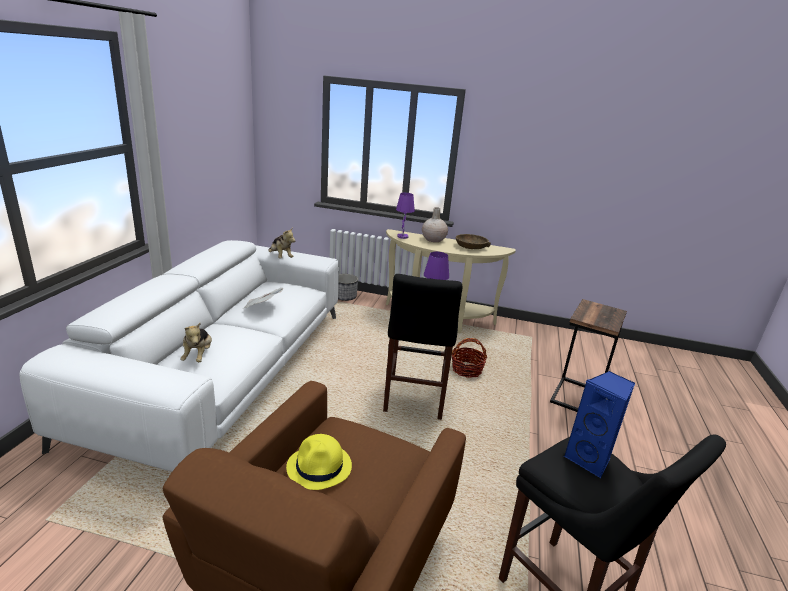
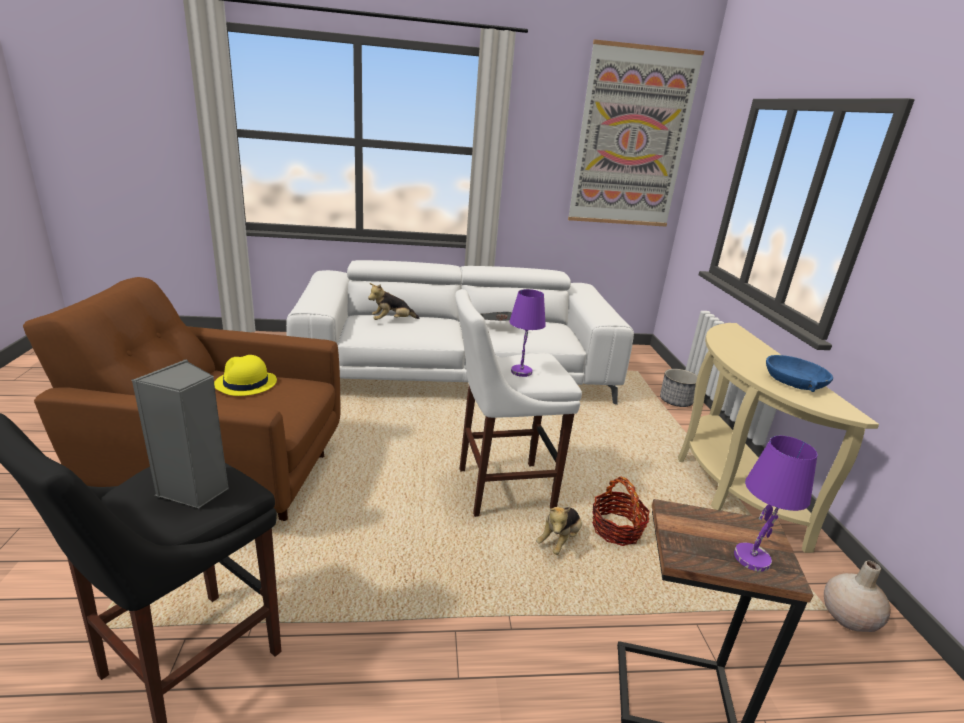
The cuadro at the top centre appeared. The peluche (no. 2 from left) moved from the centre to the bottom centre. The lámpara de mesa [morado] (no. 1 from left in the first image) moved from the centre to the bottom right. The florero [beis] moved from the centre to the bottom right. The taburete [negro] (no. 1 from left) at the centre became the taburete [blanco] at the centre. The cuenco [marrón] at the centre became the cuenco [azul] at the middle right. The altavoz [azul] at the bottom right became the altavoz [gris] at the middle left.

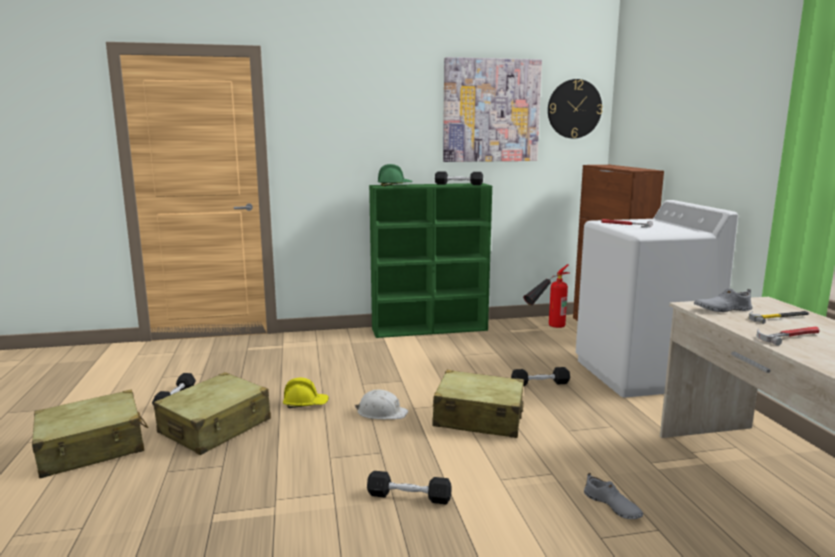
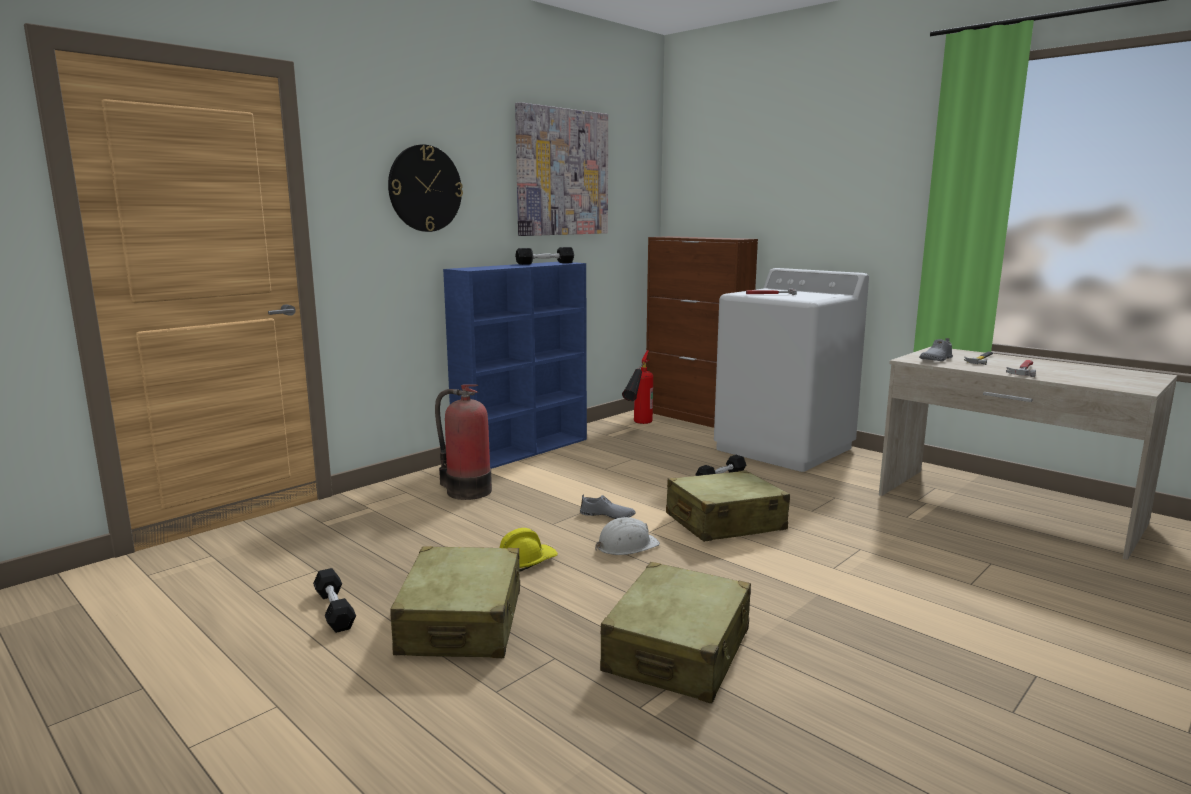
The mancuerna [negro] (no. 2 from left) at the bottom centre disappeared. The casco [verde] at the top centre disappeared. The extintor (no. 1 from left) at the centre appeared. The maleta [beis] (no. 1 from left in the first image) moved from the bottom left to the bottom centre. The reloj de pared moved from the top right to the top centre. The zapato [gris] (no. 1 from left) moved from the bottom right to the centre. The estantería [verde] at the centre became the estantería [azul] at the centre.

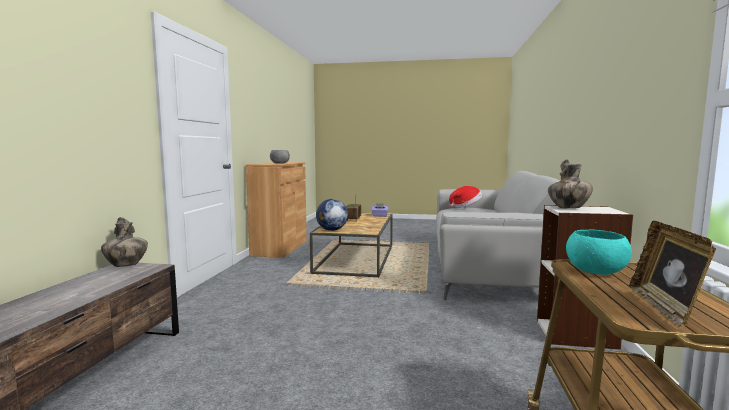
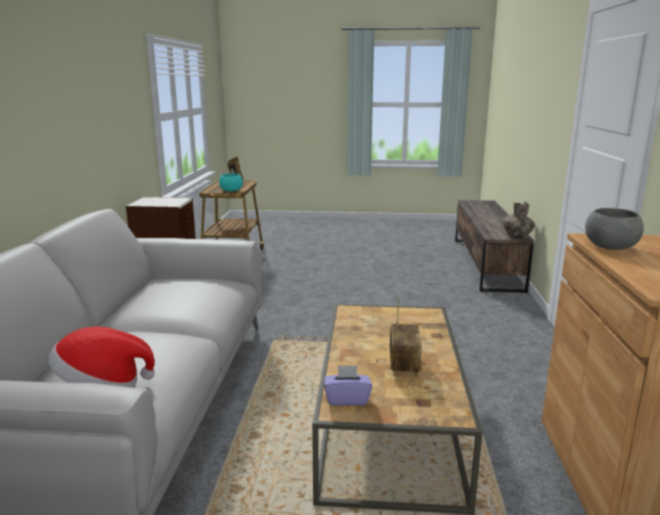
The globo terráqueo at the centre disappeared. The florero (no. 2 from left) at the middle right disappeared.

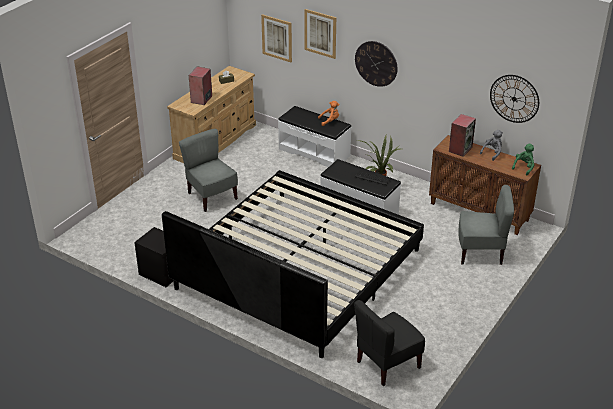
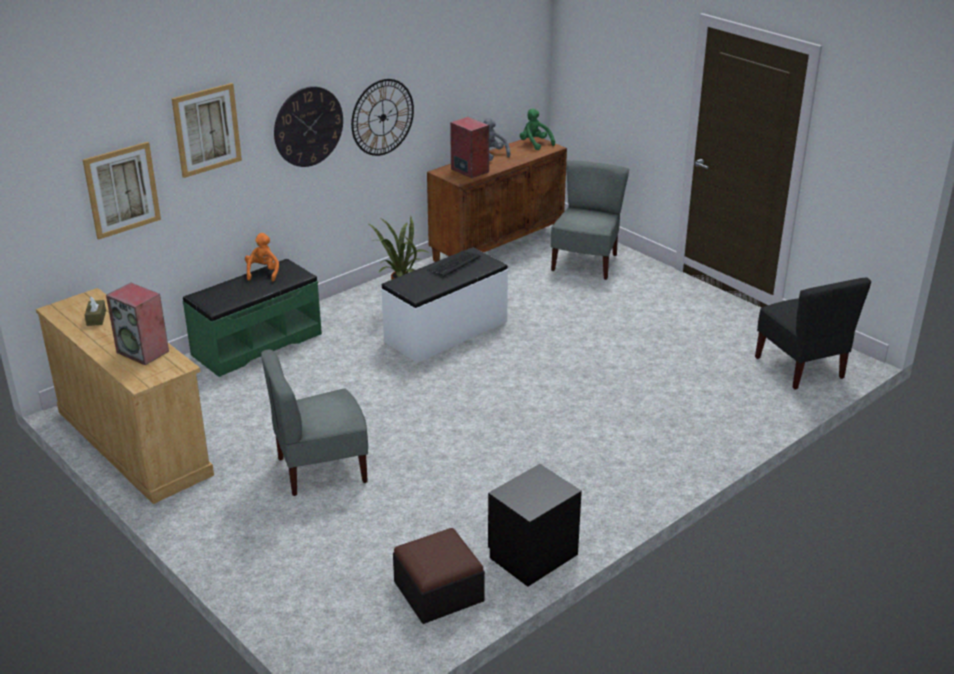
The cama at the centre disappeared. The puf at the bottom centre appeared. The reloj de pared (no. 2 from left) moved from the top right to the top centre. The banco [blanco] (no. 1 from left) at the top centre became the banco [verde] at the middle left.

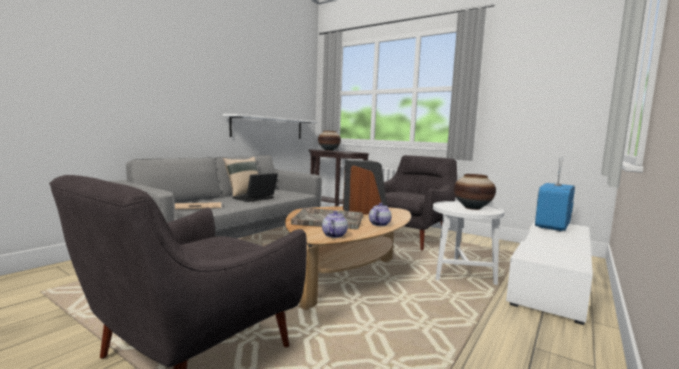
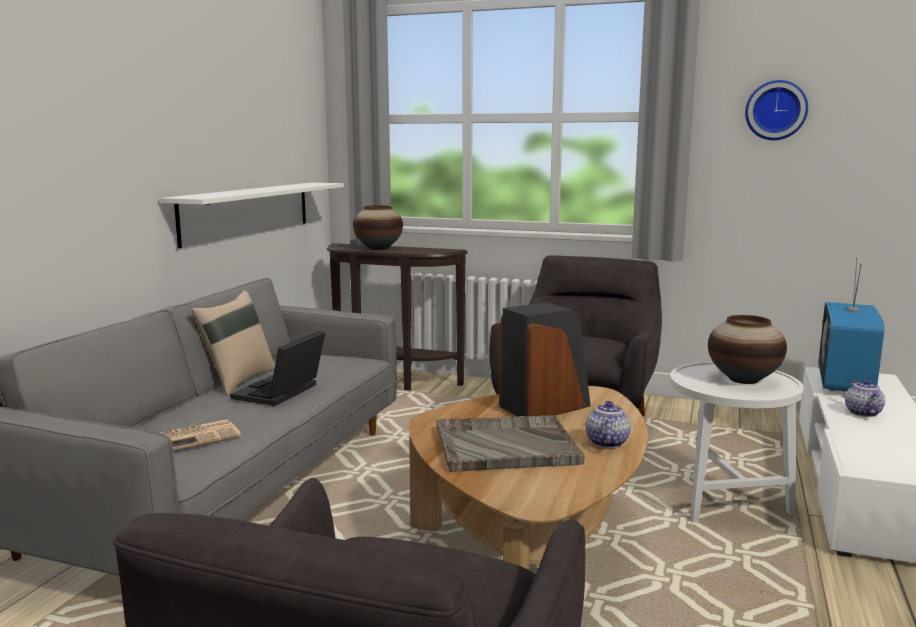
The reloj de pared at the top right appeared. The tetera (no. 1 from left in the first image) moved from the centre to the middle right.

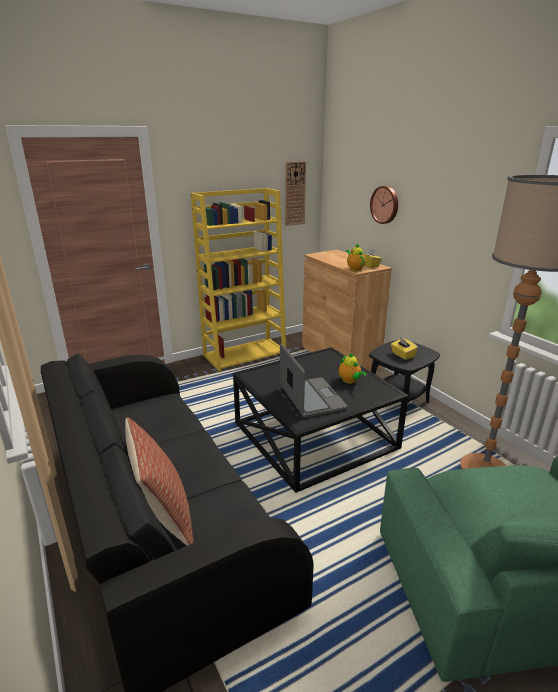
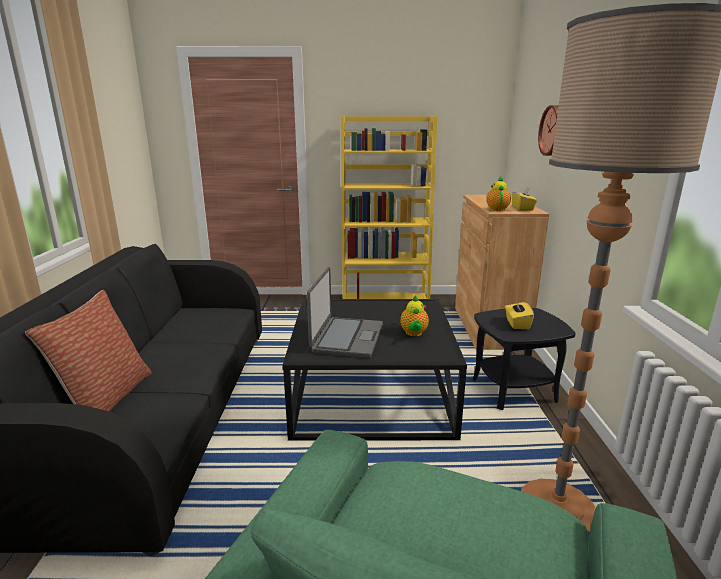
The reloj de pared (no. 1 from left) at the top centre disappeared.

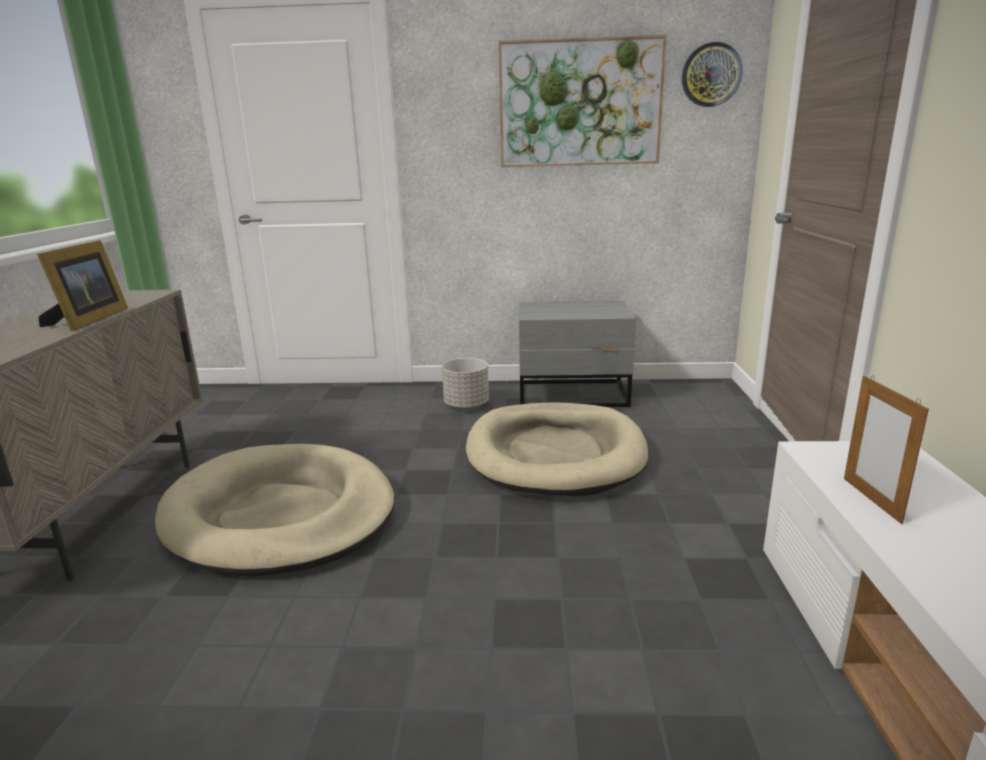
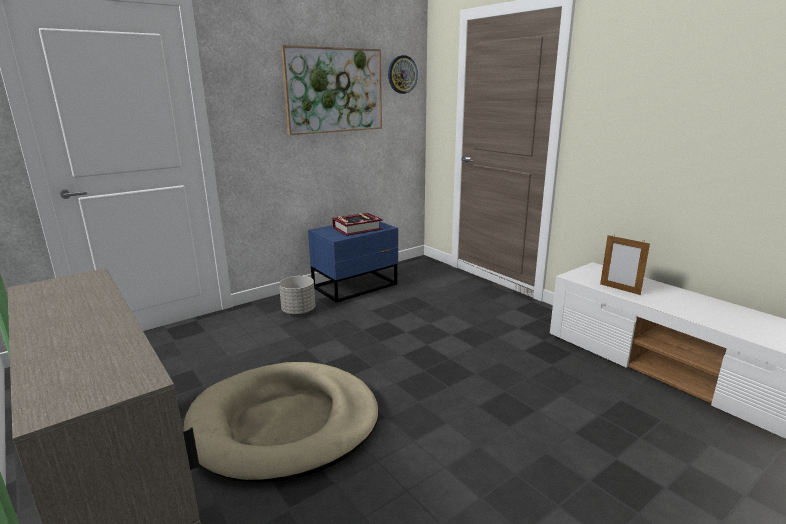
The portarretratos (no. 1 from left) at the middle left disappeared. The cama para perro [beis] (no. 2 from left) at the centre disappeared. The libro at the centre appeared. The mesita de noche [gris] at the centre became the mesita de noche [azul] at the centre.

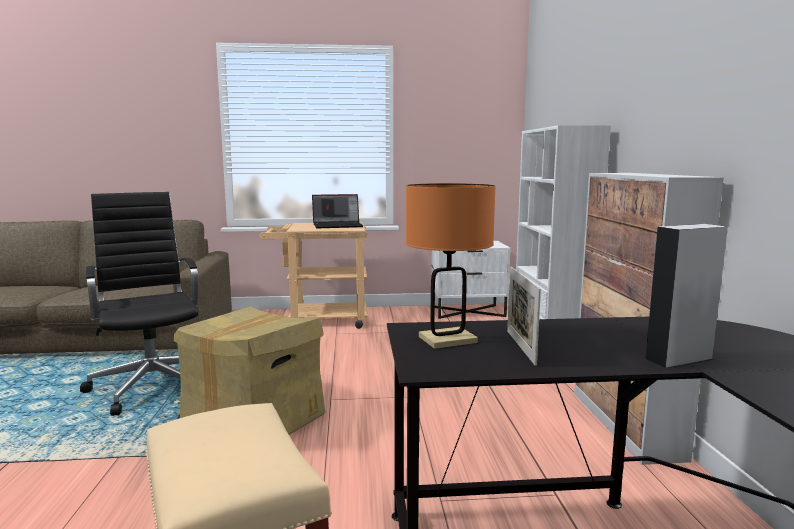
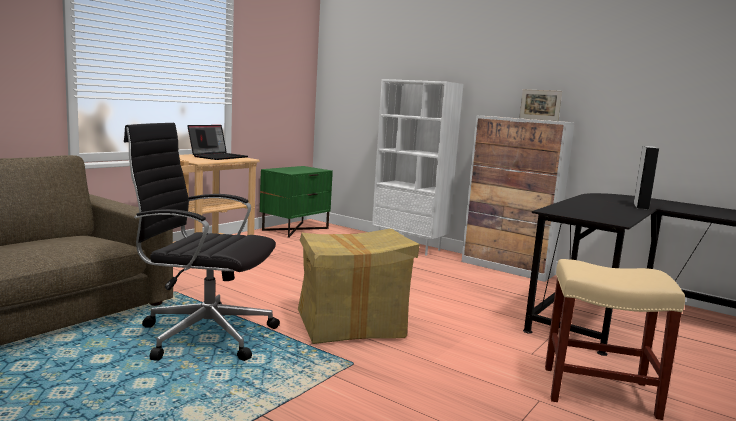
The lámpara de mesa [naranja] at the centre disappeared. The portarretratos moved from the centre to the top right. The mesita de noche [blanco] at the centre became the mesita de noche [verde] at the centre.

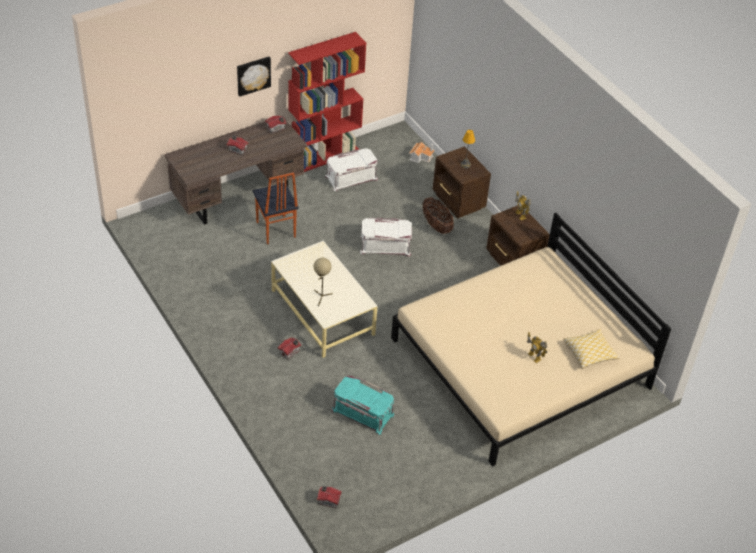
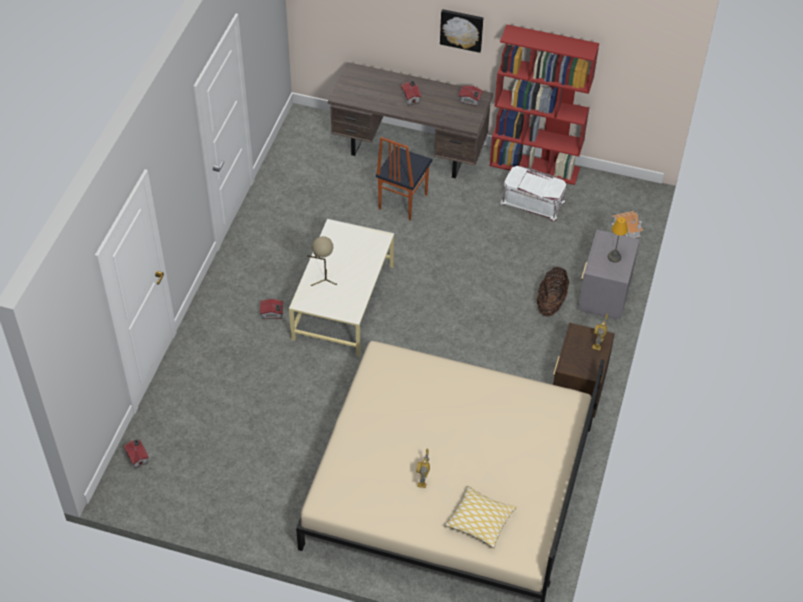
The caja de almacenaje [turquesa] at the bottom centre disappeared. The caja de almacenaje [blanco] (no. 2 from left) at the centre disappeared. The mesita de noche [marrón] (no. 1 from left) at the top centre became the mesita de noche [gris] at the middle right.

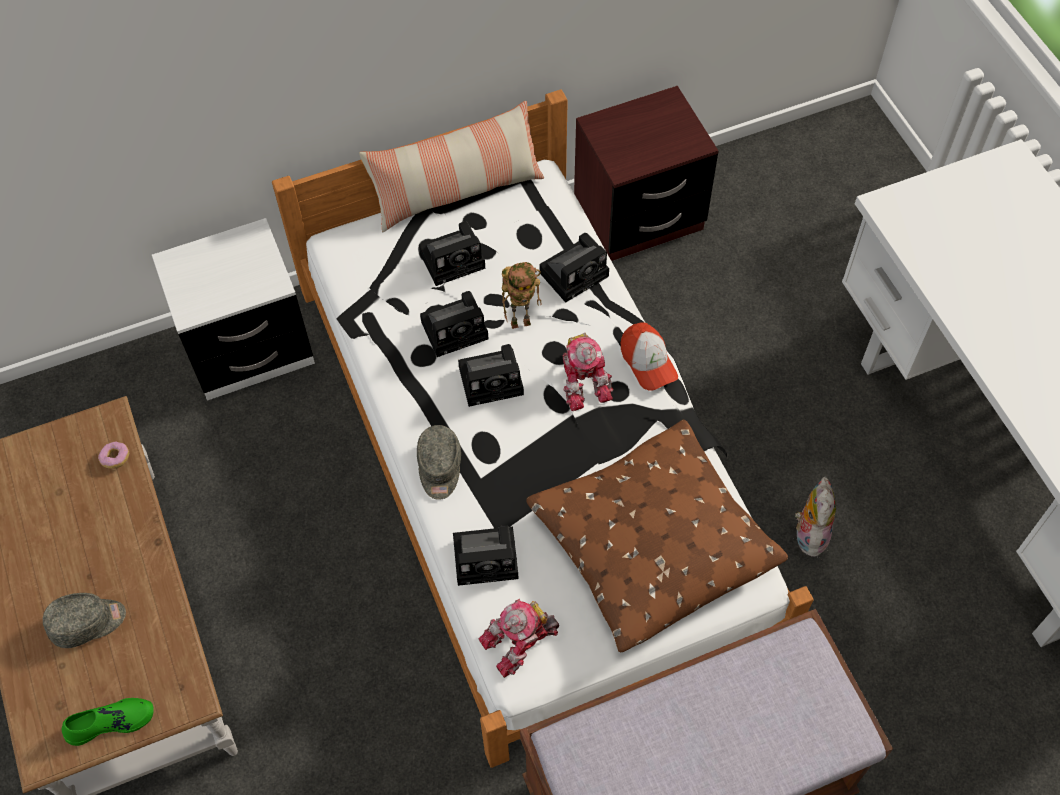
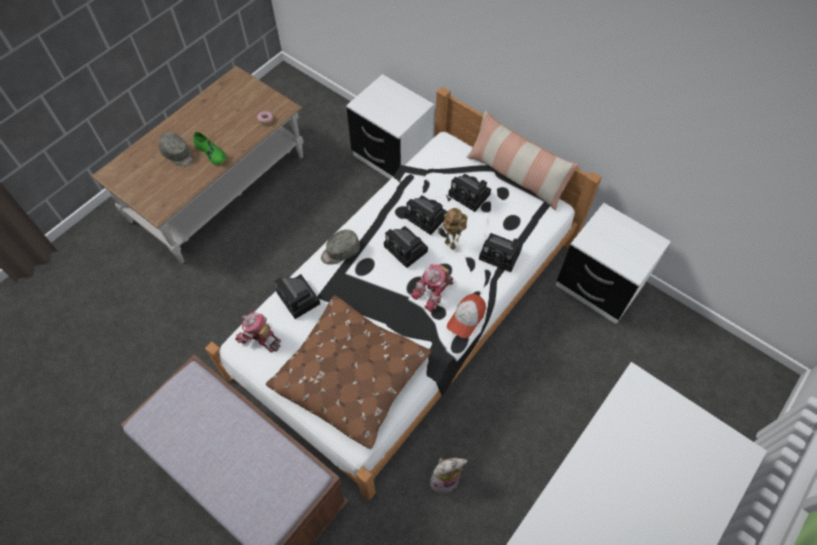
The zapato [verde] moved from the bottom left to the top left. The mesita de noche [marrón] at the top centre became the mesita de noche [blanco] (no. 2 from left) at the middle right.

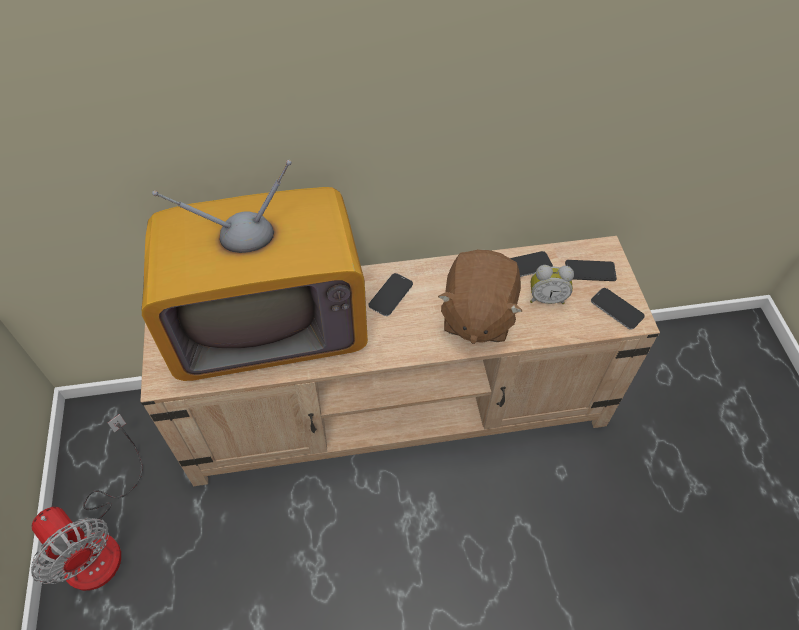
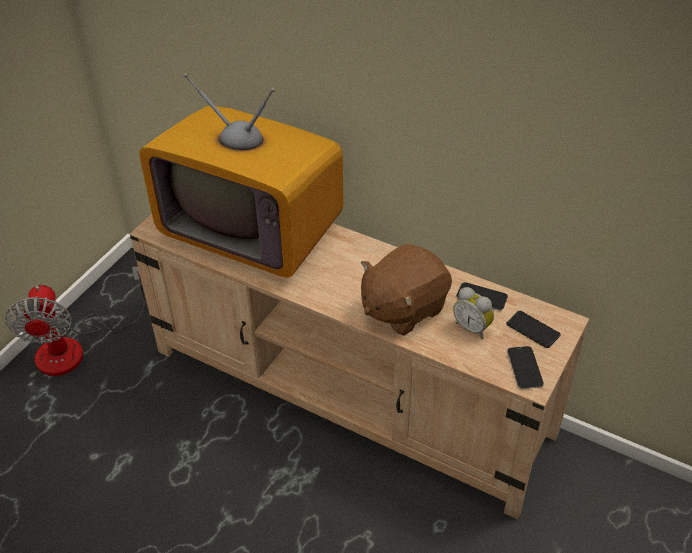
The móvil (no. 1 from left) at the centre disappeared.

